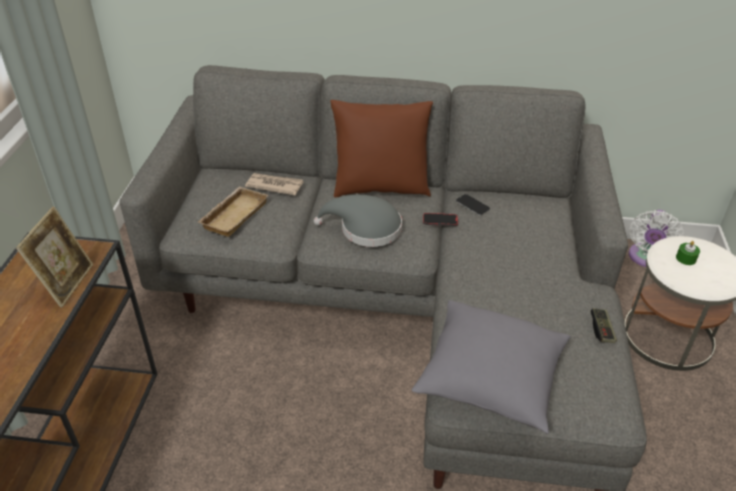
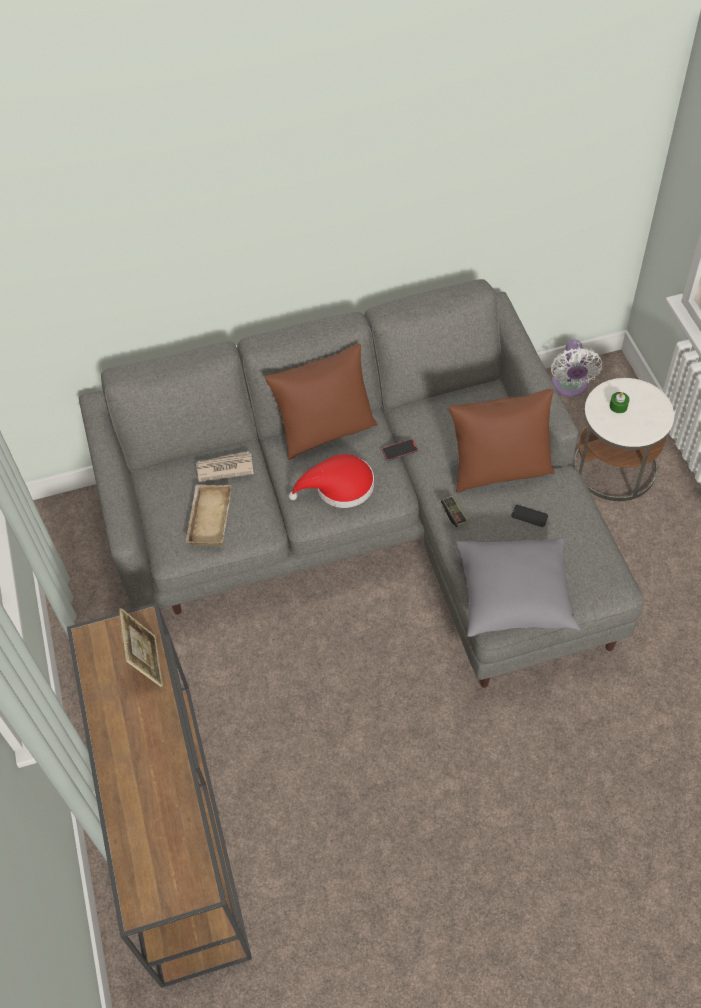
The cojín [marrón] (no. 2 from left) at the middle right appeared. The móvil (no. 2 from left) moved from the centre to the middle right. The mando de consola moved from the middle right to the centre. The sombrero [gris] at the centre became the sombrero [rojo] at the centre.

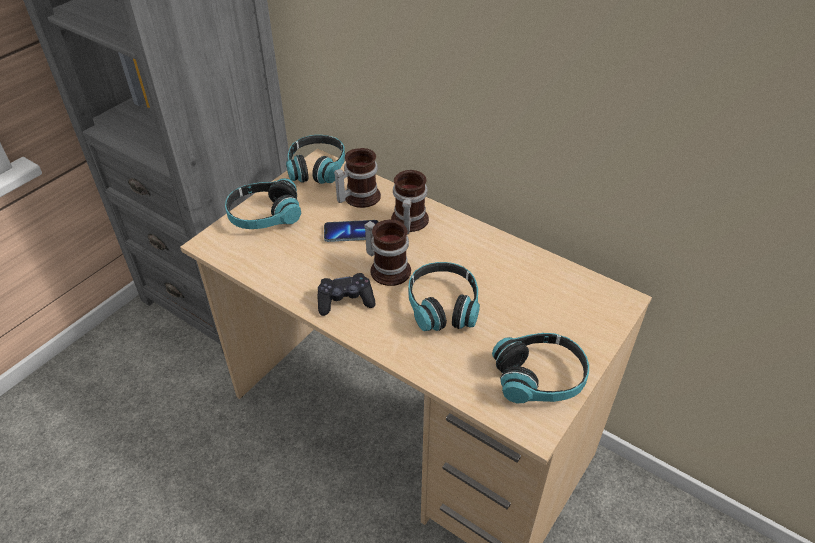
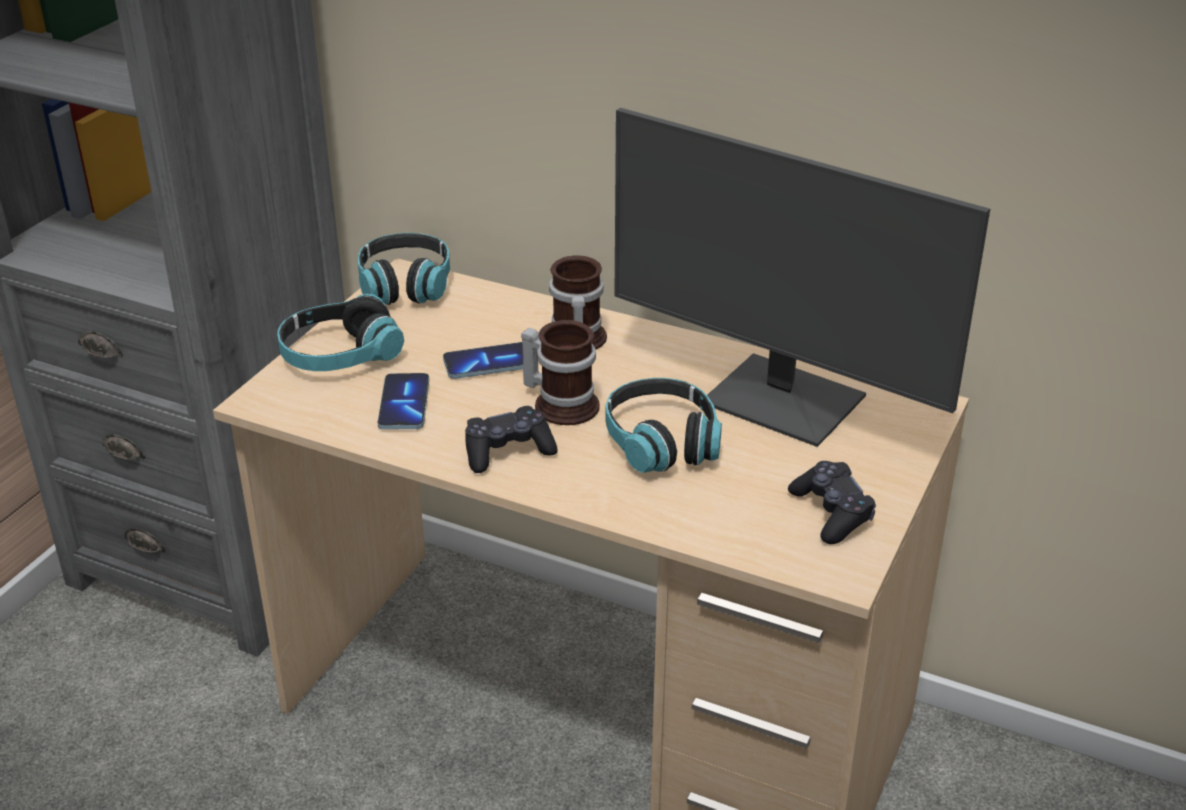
The taza grande (no. 1 from left) at the top centre disappeared. The móvil (no. 1 from left) at the centre appeared. The monitor at the middle right appeared. The auriculares (no. 4 from left) at the bottom centre was replaced by the mando de consola [negro] (no. 2 from left) at the middle right.

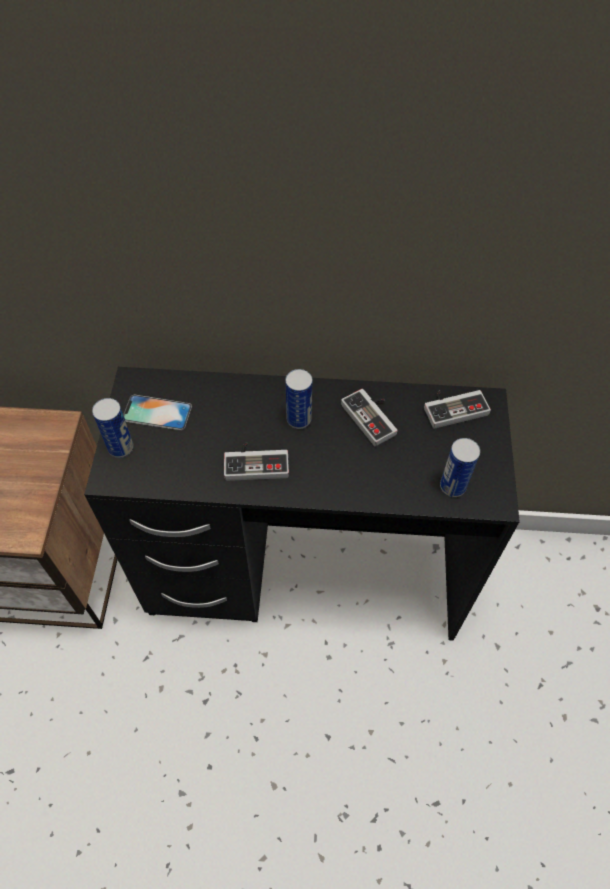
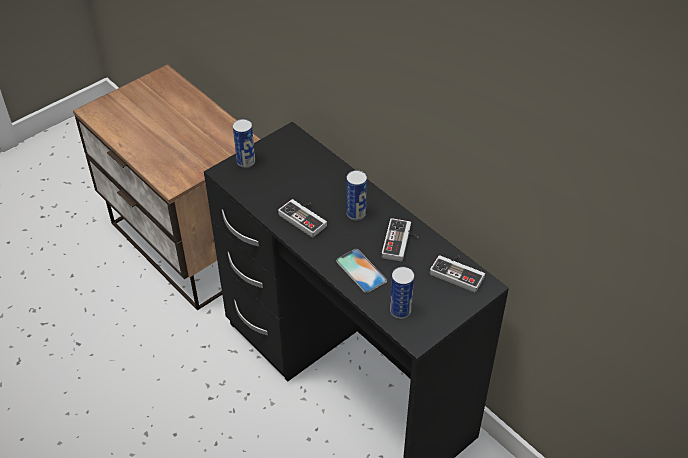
The móvil moved from the middle left to the centre.

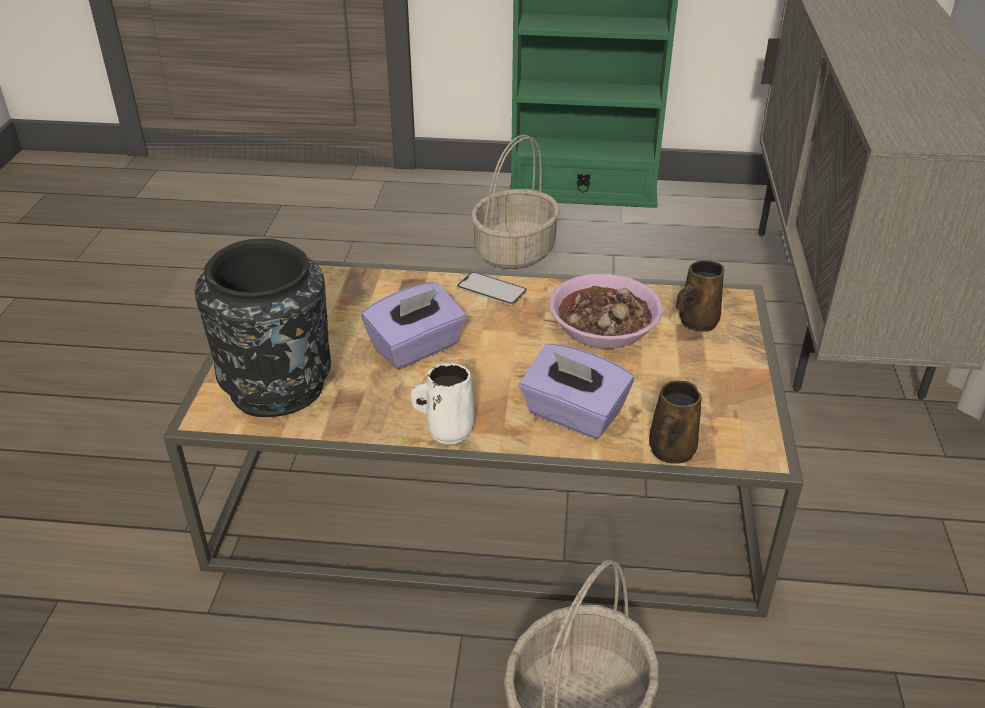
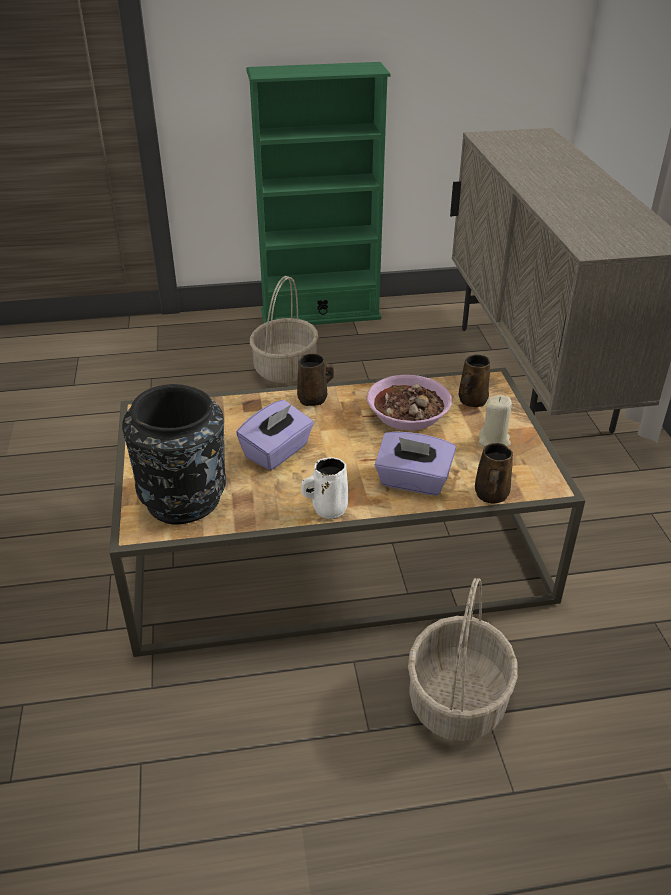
The vela [beis] at the middle right appeared. The móvil at the centre was replaced by the taza grande [marrón] (no. 1 from left) at the centre.

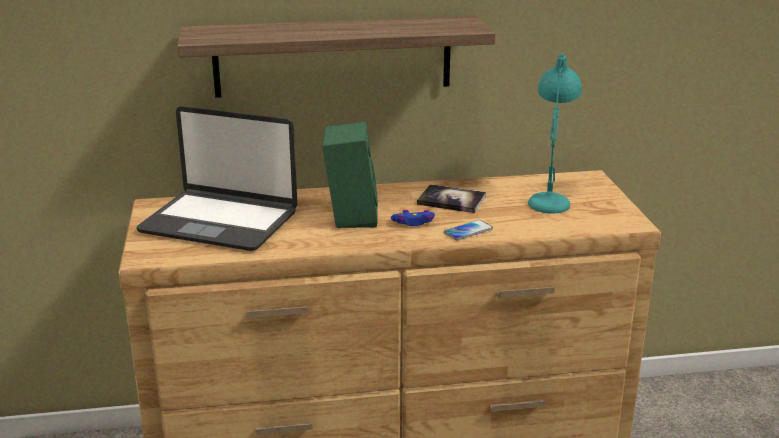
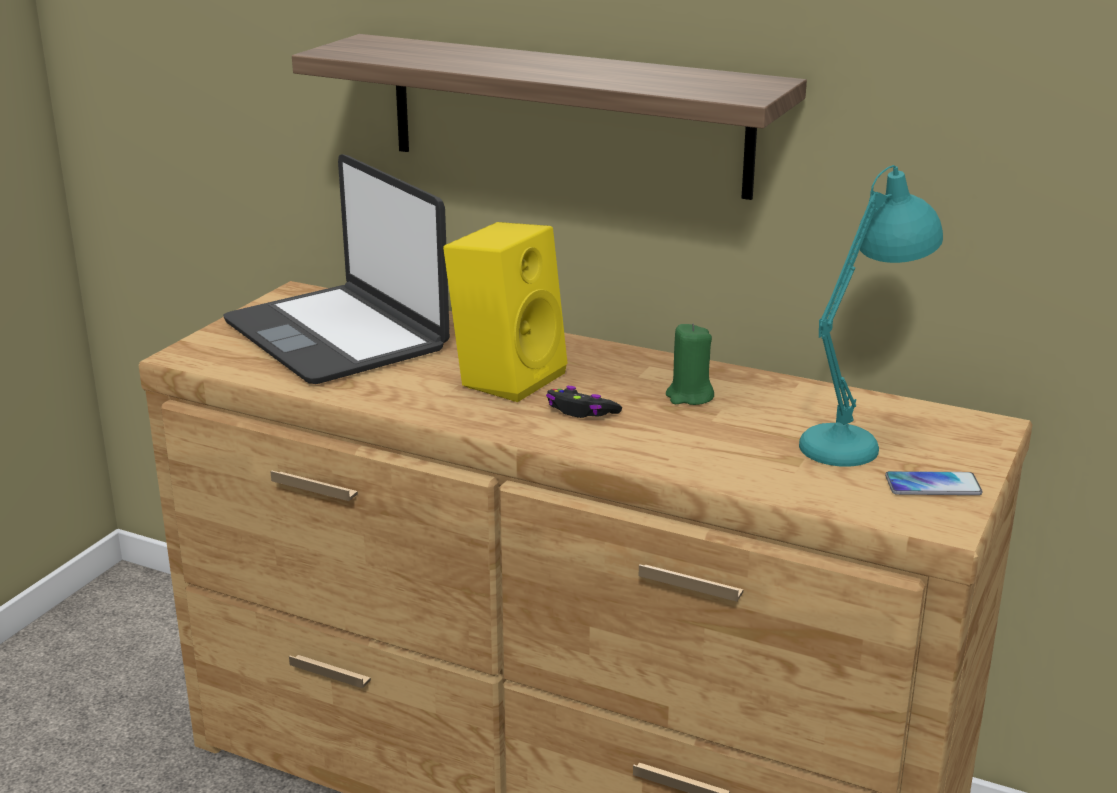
The móvil moved from the centre to the middle right. The libro at the centre was replaced by the vela [verde] at the centre. The altavoz [verde] at the centre became the altavoz [amarillo] at the centre. The mando de consola [azul] at the centre became the mando de consola [negro] at the centre.

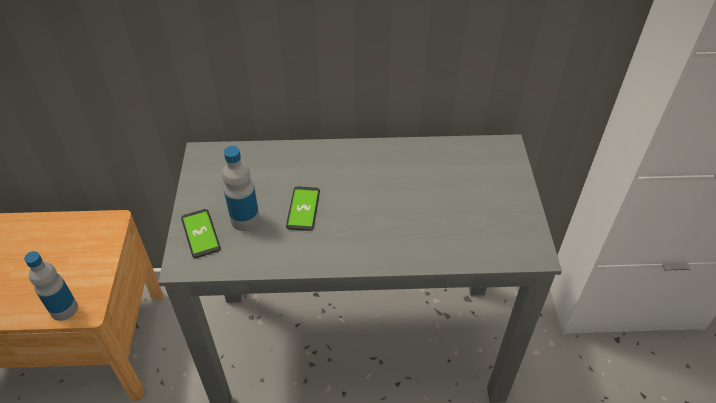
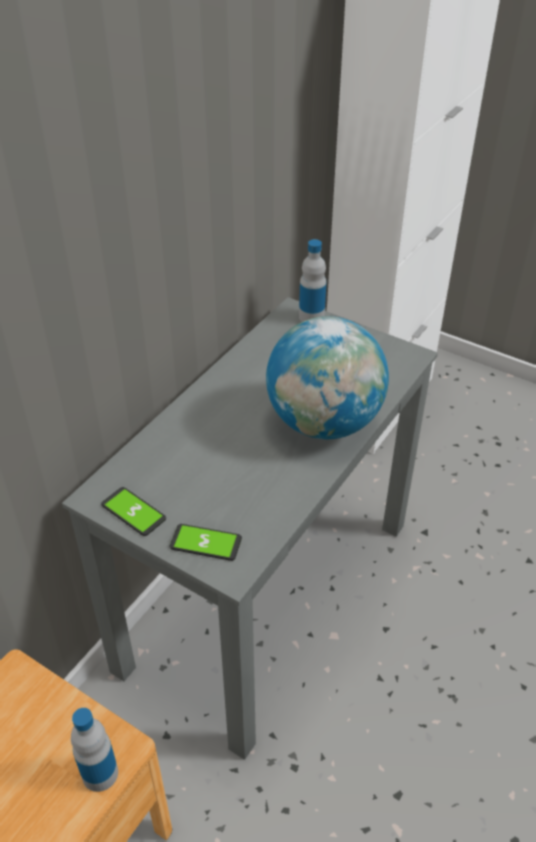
The globo terráqueo at the centre appeared. The botella (no. 2 from left) moved from the centre to the top centre. The móvil (no. 2 from left in the first image) moved from the centre to the middle left.

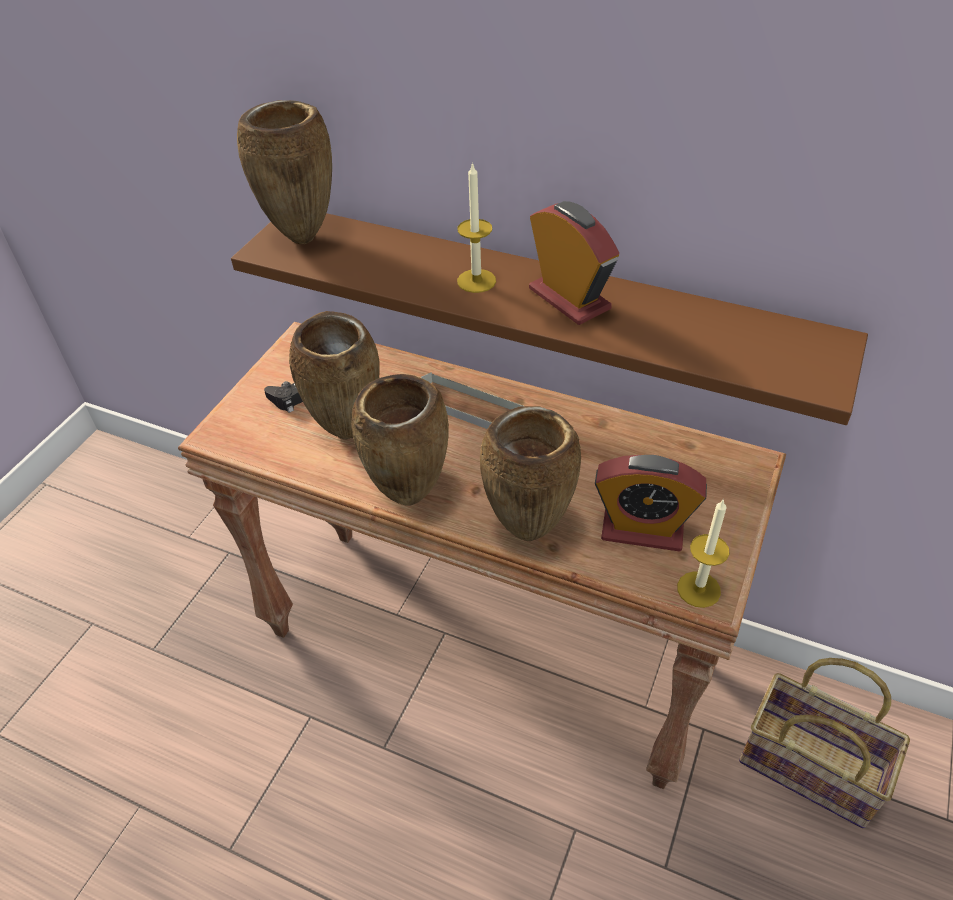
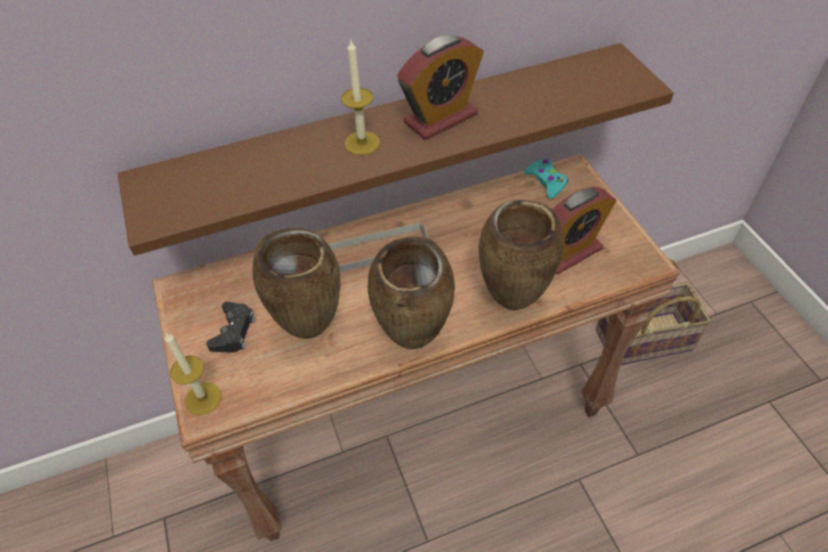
The florero [marrón] (no. 1 from left) at the top left disappeared. The mando de consola [turquesa] at the top centre appeared. The vela (no. 2 from left in the first image) moved from the middle right to the bottom left. The despertador (no. 1 from left) at the top centre turned 135 degrees clockwise.

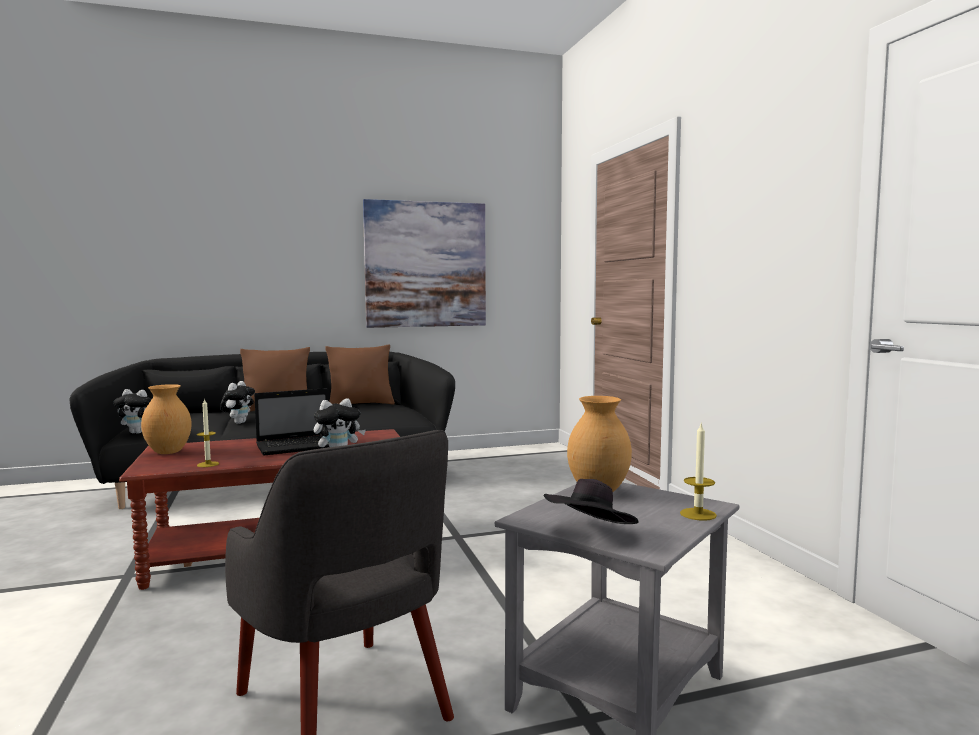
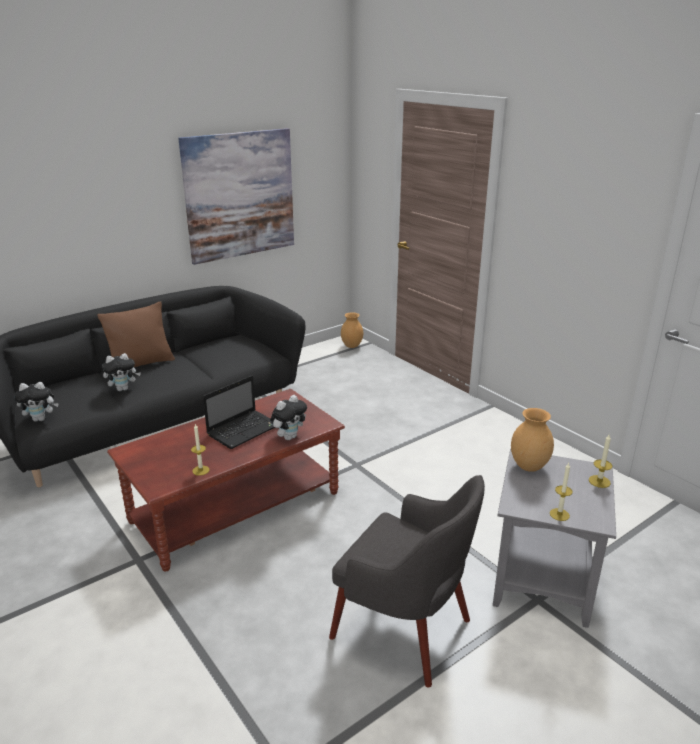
The cojín [marrón] (no. 2 from left) at the centre disappeared. The florero [marrón] (no. 1 from left) moved from the middle left to the centre. The sombrero [negro] at the bottom centre was replaced by the vela (no. 2 from left) at the middle right. The peluche (no. 2 from left) at the middle left turned 75 degrees clockwise.

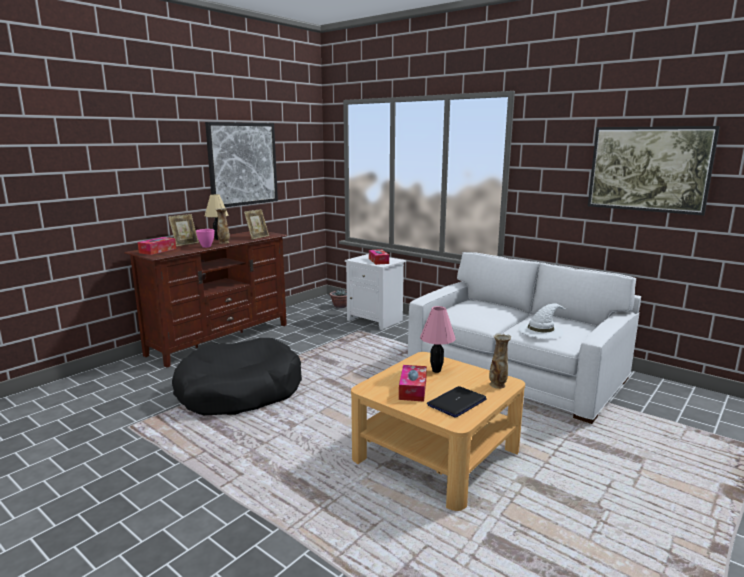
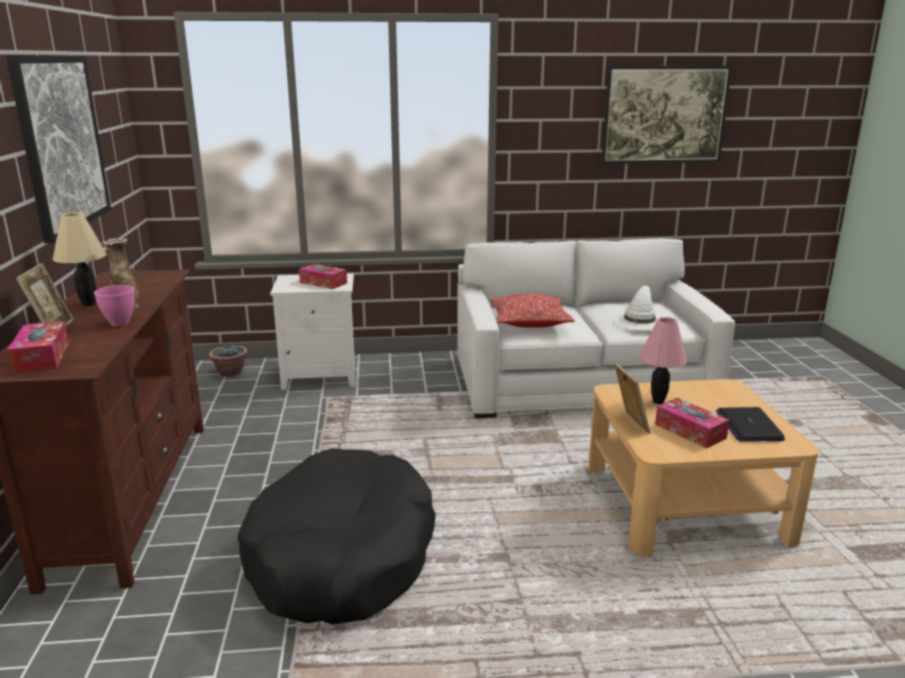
The florero (no. 2 from left) at the middle right disappeared. The cojín at the centre appeared. The portarretratos (no. 2 from left) moved from the centre to the middle right.

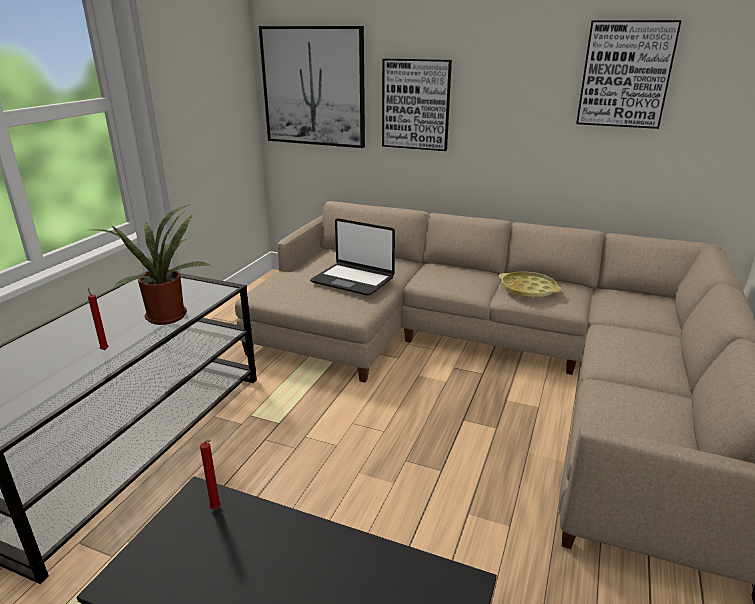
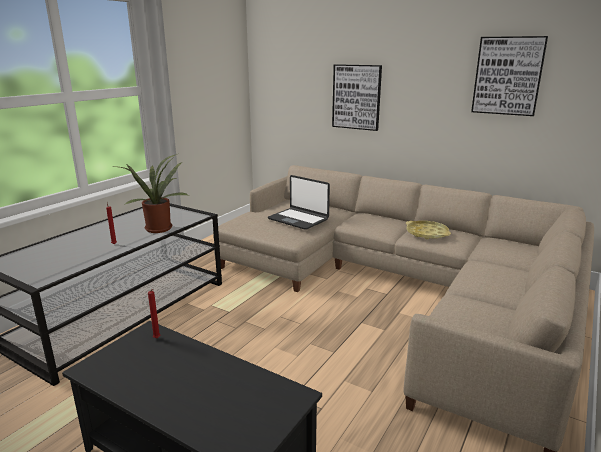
The cuadro (no. 1 from left) at the top centre disappeared.

